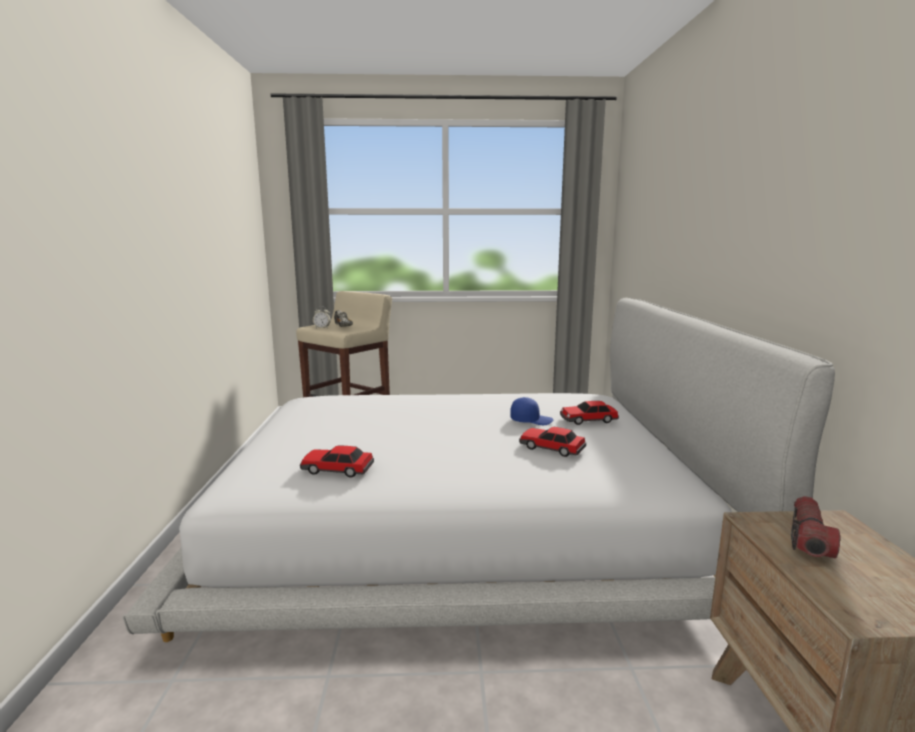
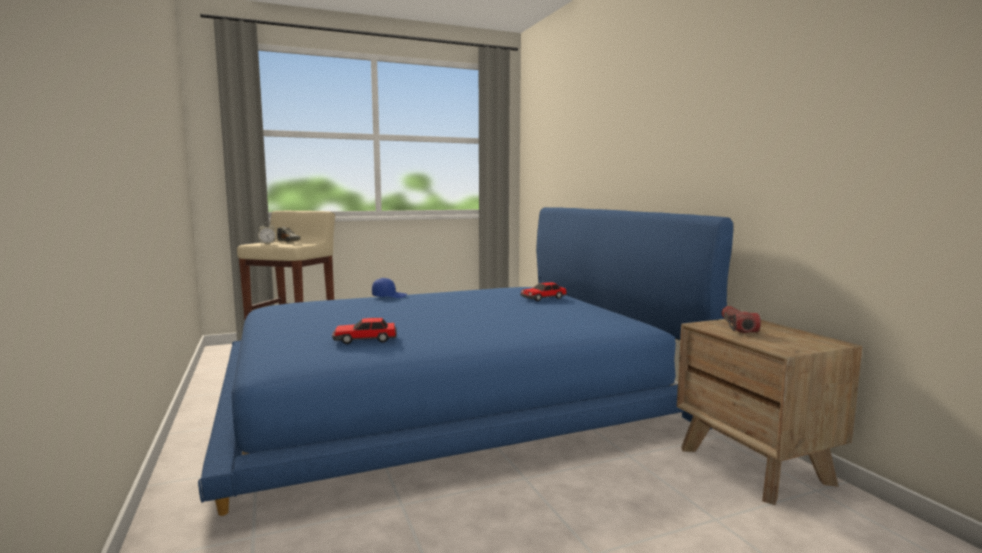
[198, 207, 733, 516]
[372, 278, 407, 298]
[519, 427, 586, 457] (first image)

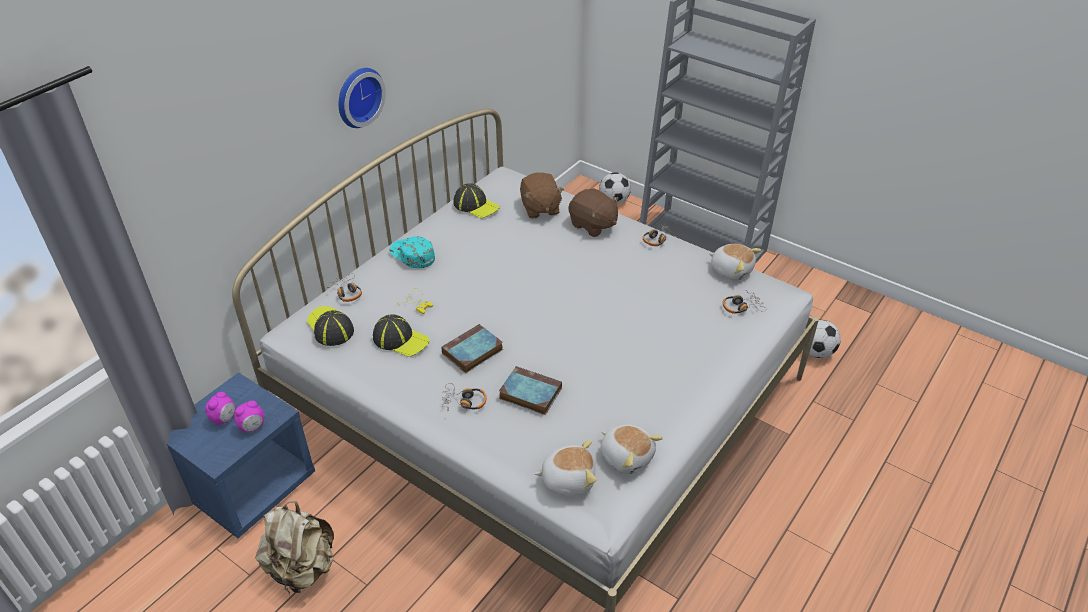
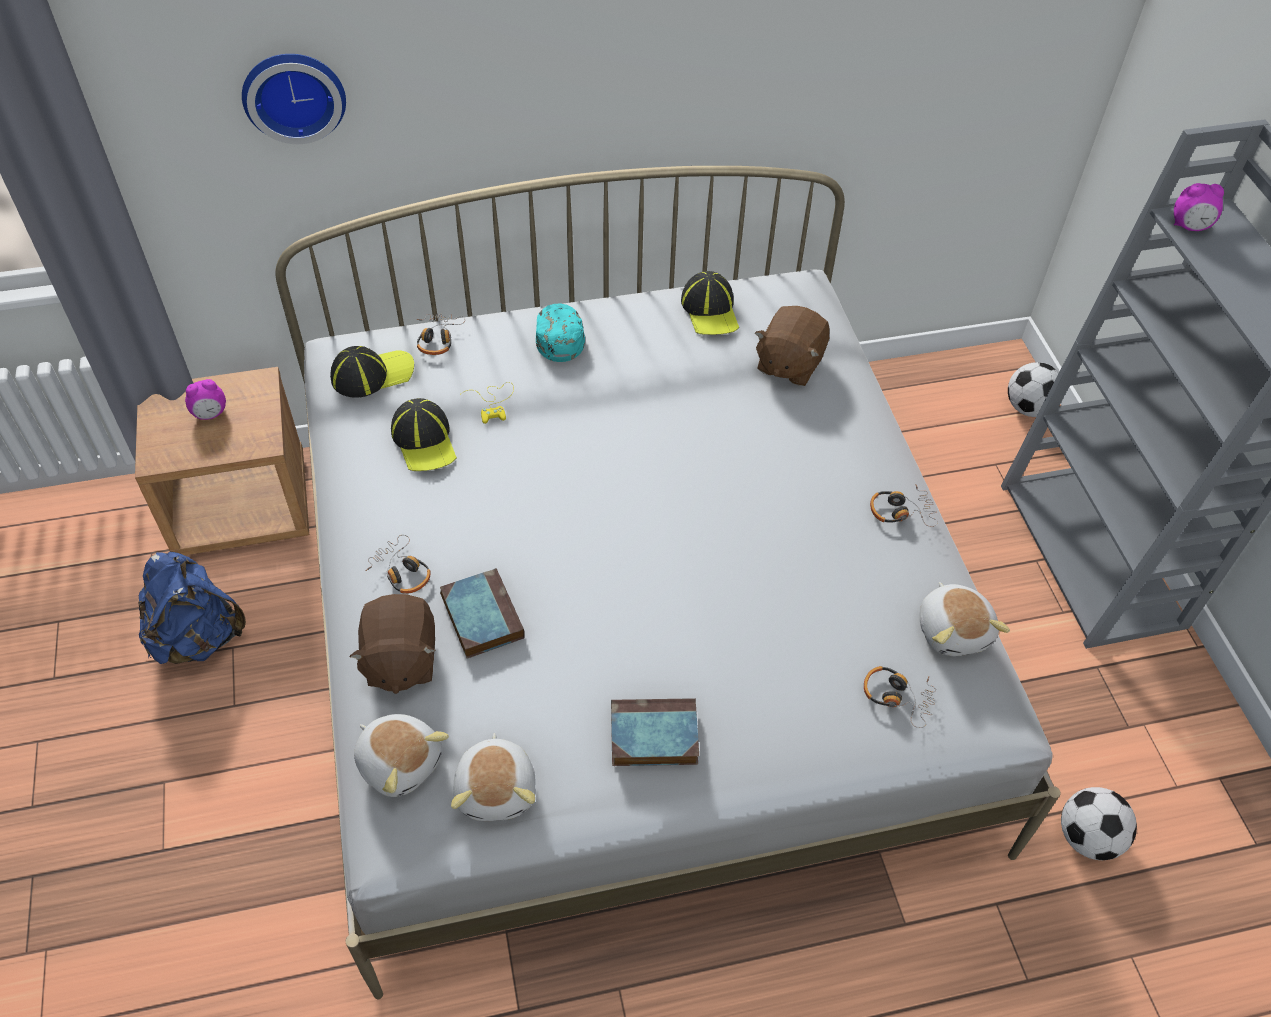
[135, 367, 309, 555]
[138, 551, 246, 664]
[242, 54, 346, 144]
[330, 346, 414, 398]
[349, 594, 436, 694]
[611, 698, 699, 766]
[1174, 183, 1224, 231]

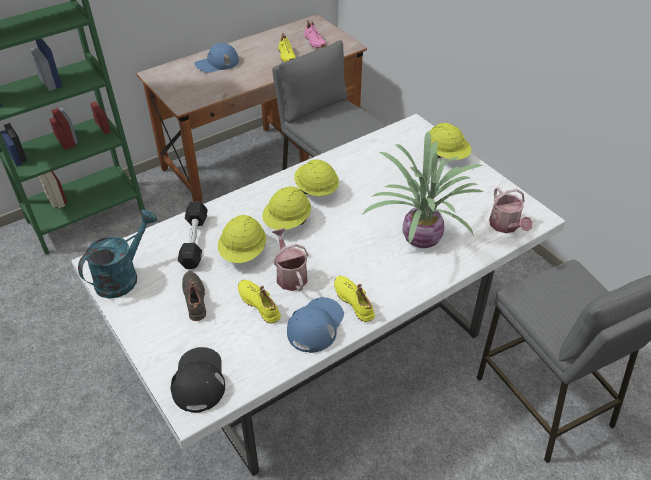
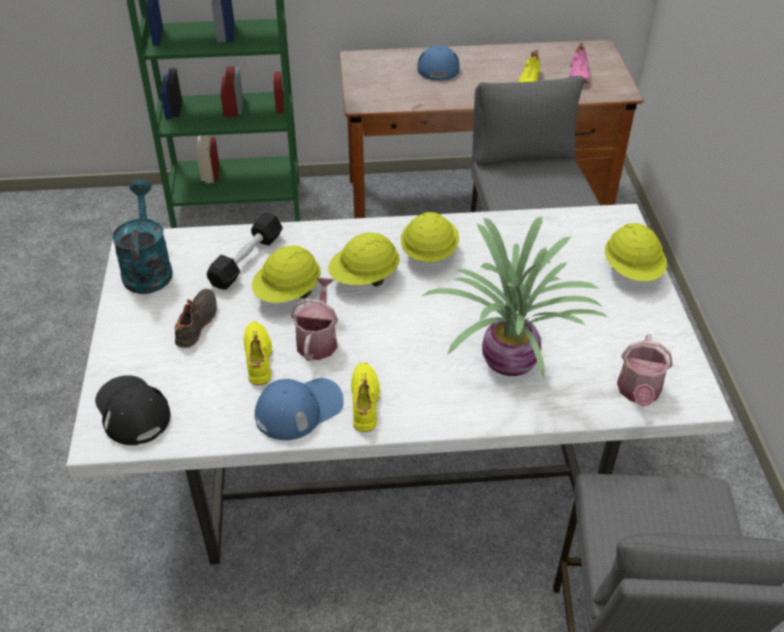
[95, 375, 170, 445]
[112, 180, 173, 294]
[417, 45, 460, 81]

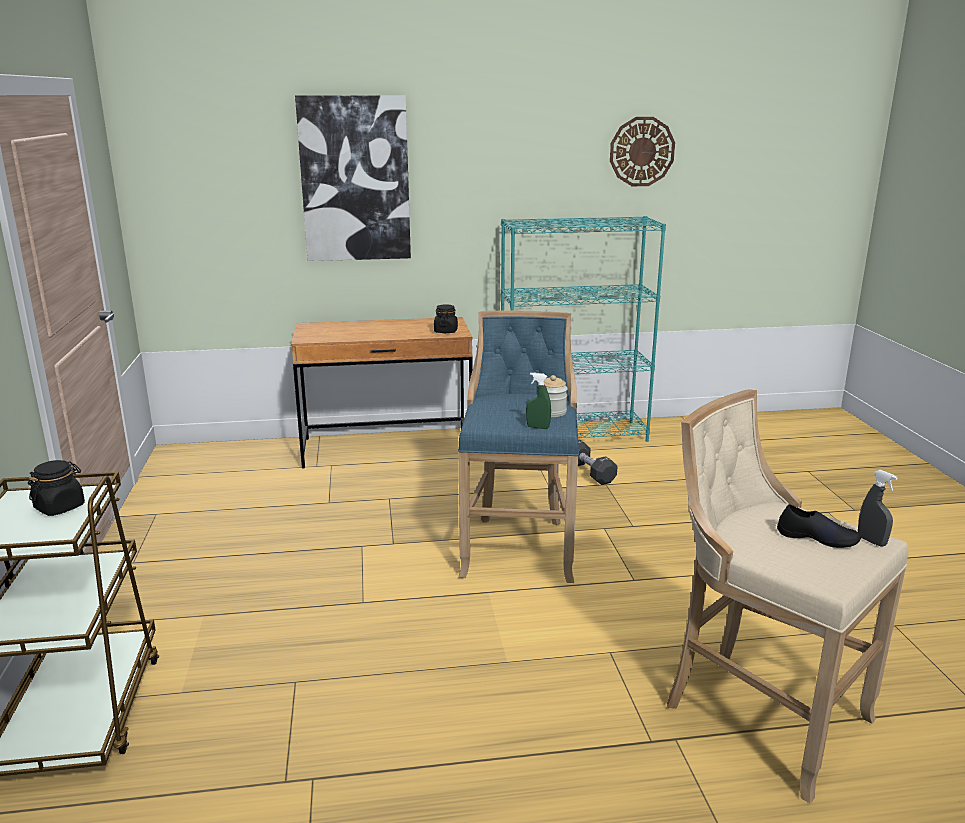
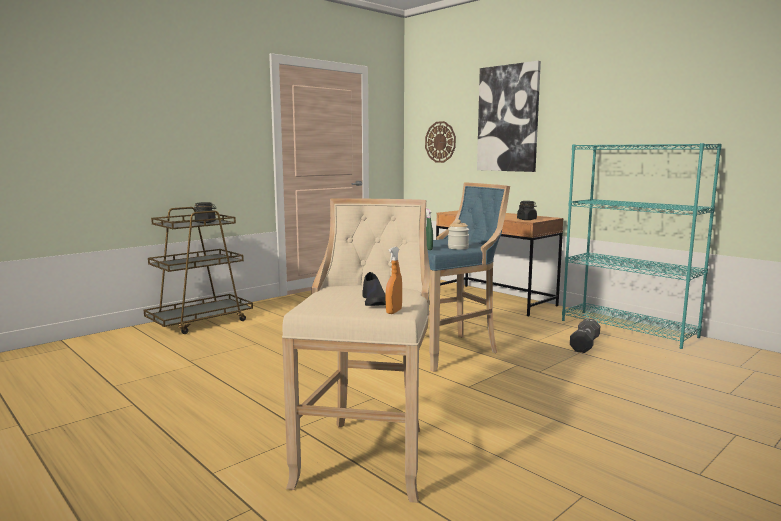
[386, 247, 402, 314]
[425, 121, 456, 163]

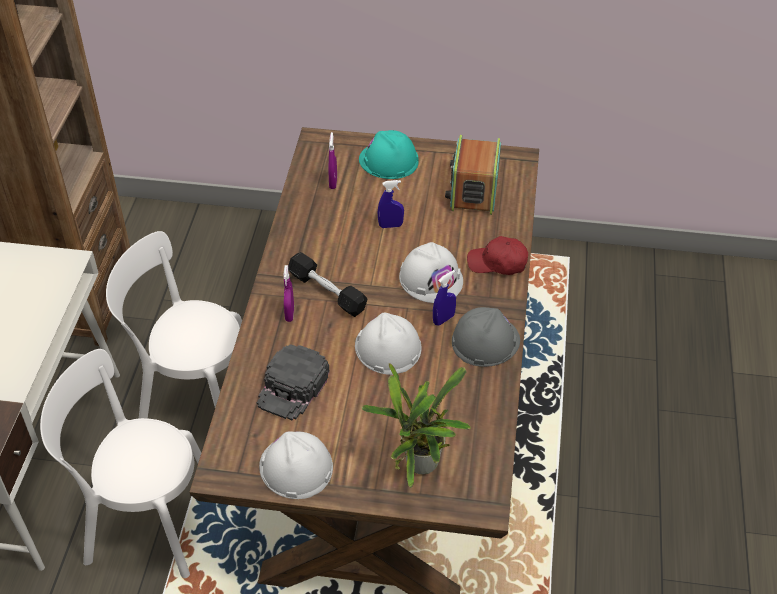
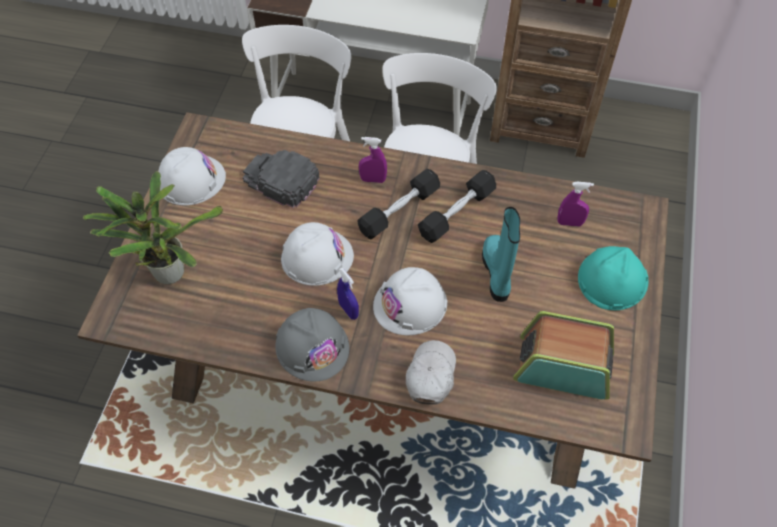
[406, 340, 456, 405]
[418, 170, 496, 243]
[482, 207, 520, 302]

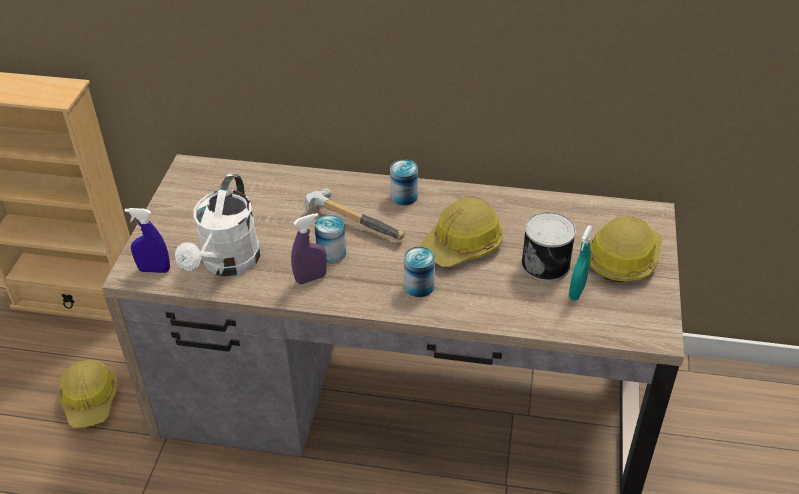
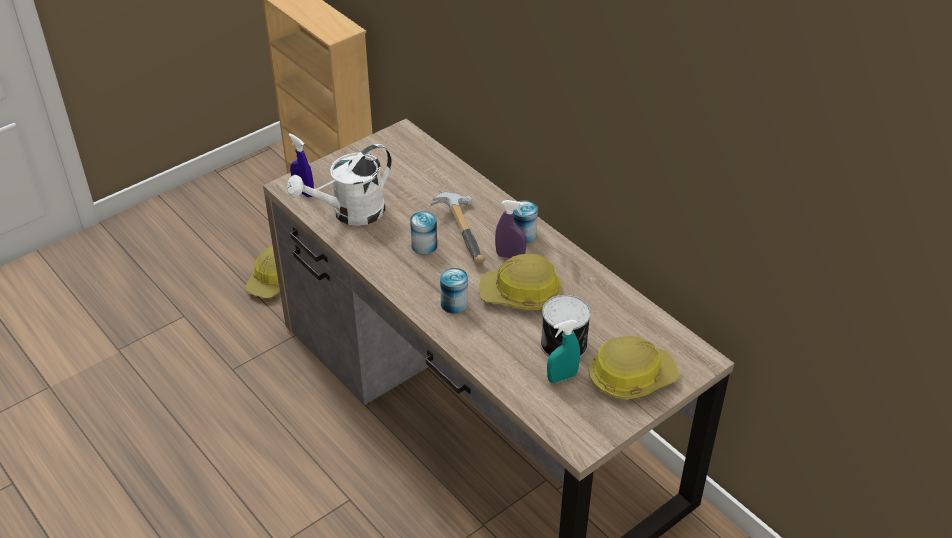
[495, 200, 527, 258]

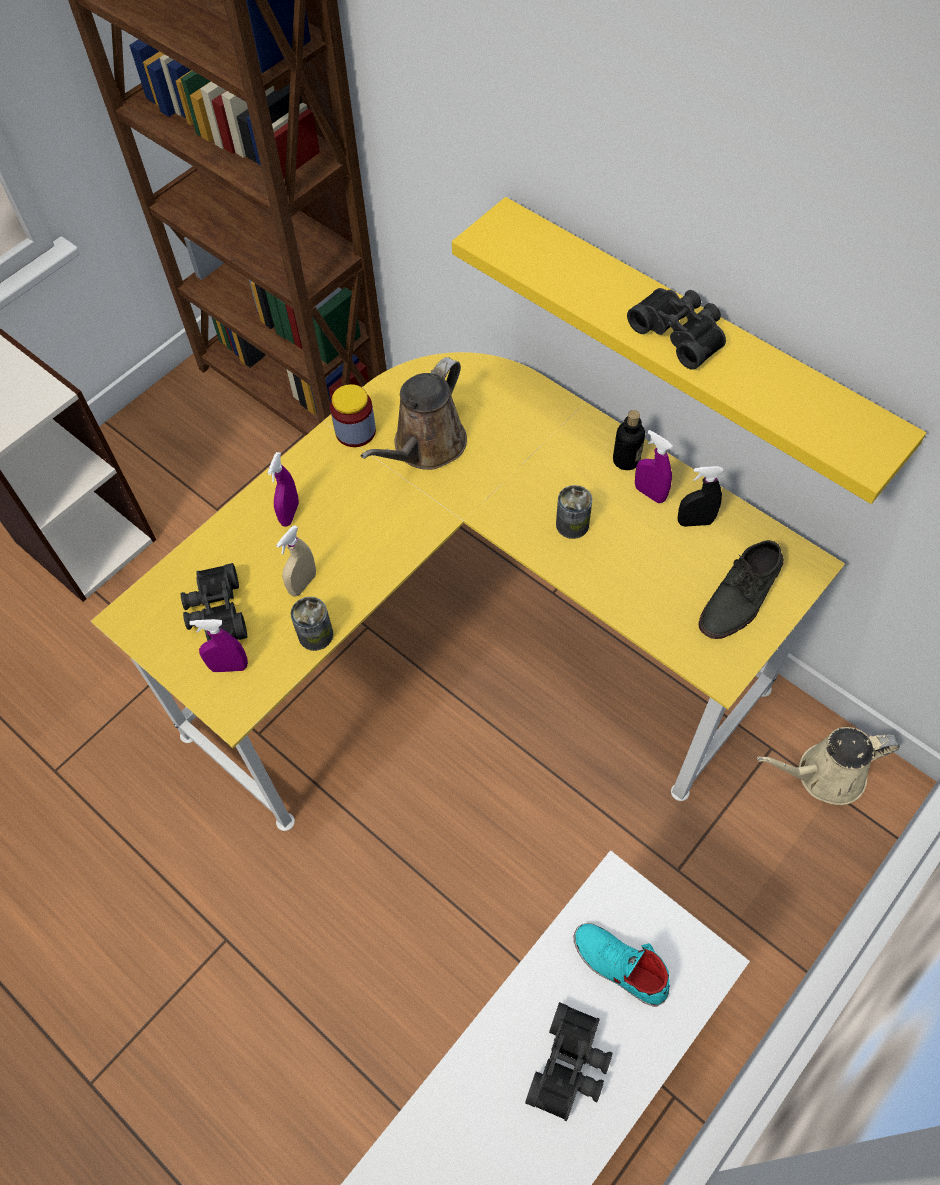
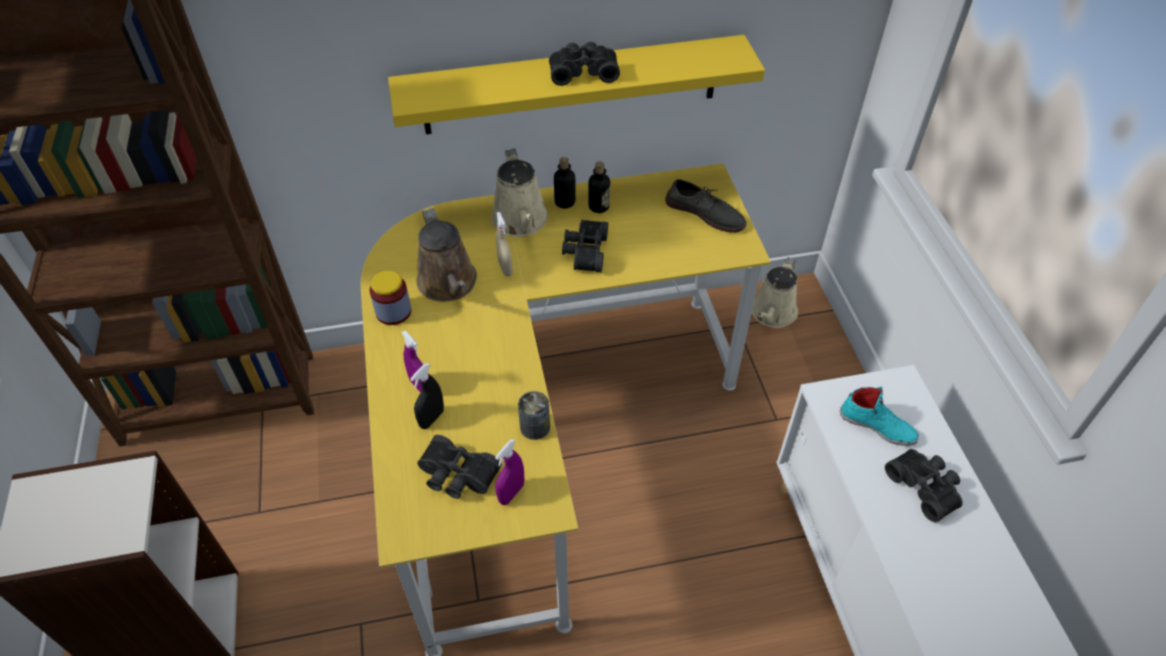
[410, 363, 444, 429]
[492, 148, 548, 237]
[496, 212, 513, 277]
[562, 220, 608, 272]
[588, 162, 610, 213]
[665, 179, 747, 233]
[840, 387, 919, 446]

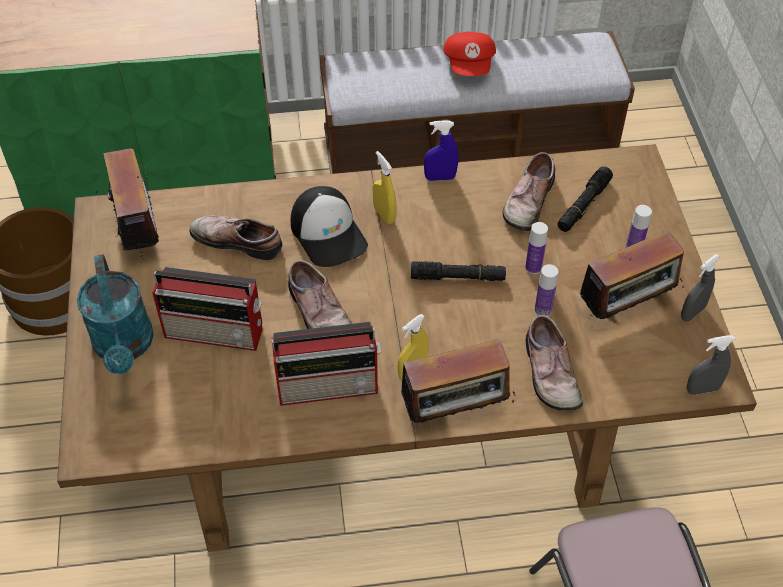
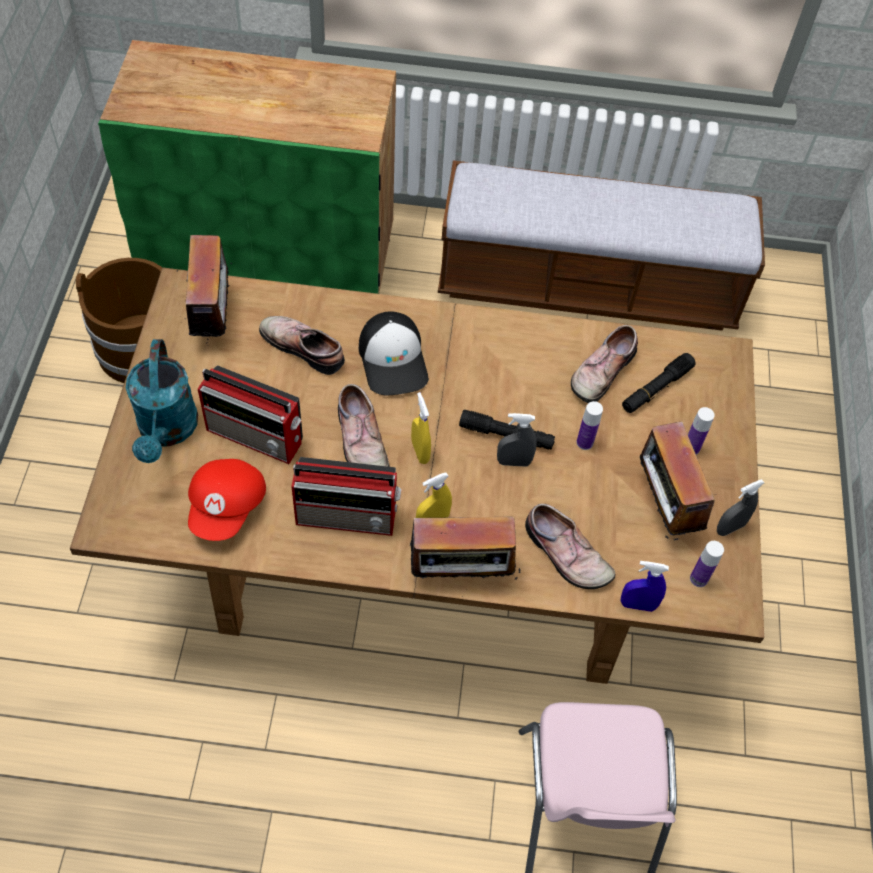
[188, 459, 266, 541]
[411, 392, 431, 464]
[497, 413, 537, 467]
[525, 504, 615, 589]
[621, 561, 669, 612]
[630, 422, 716, 540]
[690, 541, 724, 587]

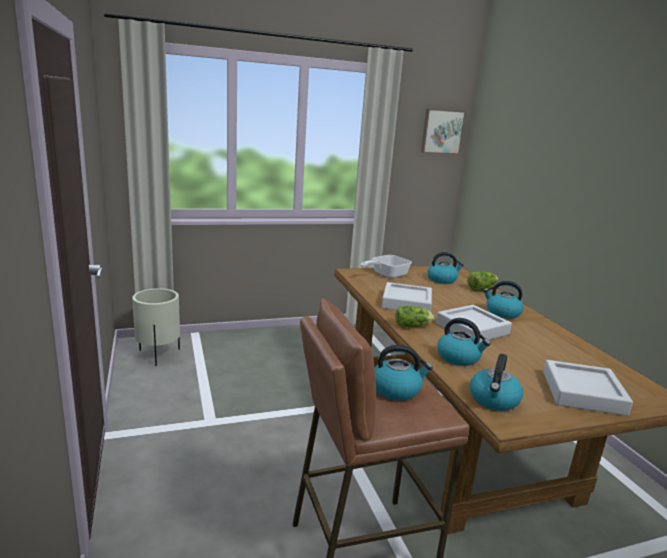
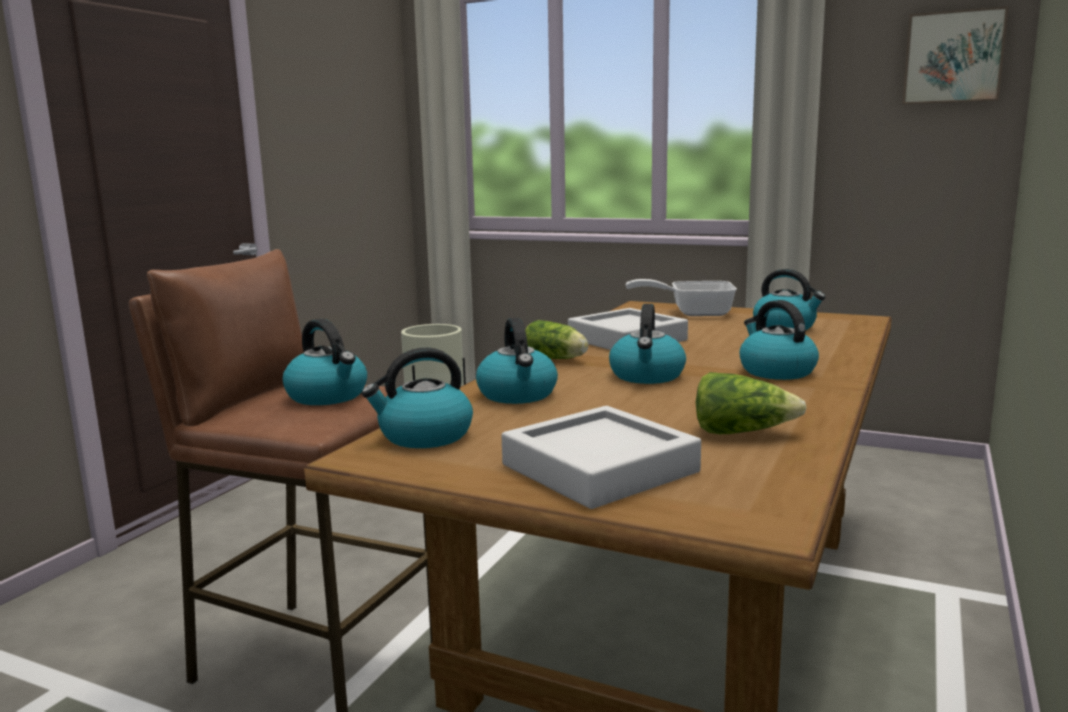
[609, 304, 686, 384]
[696, 372, 807, 434]

